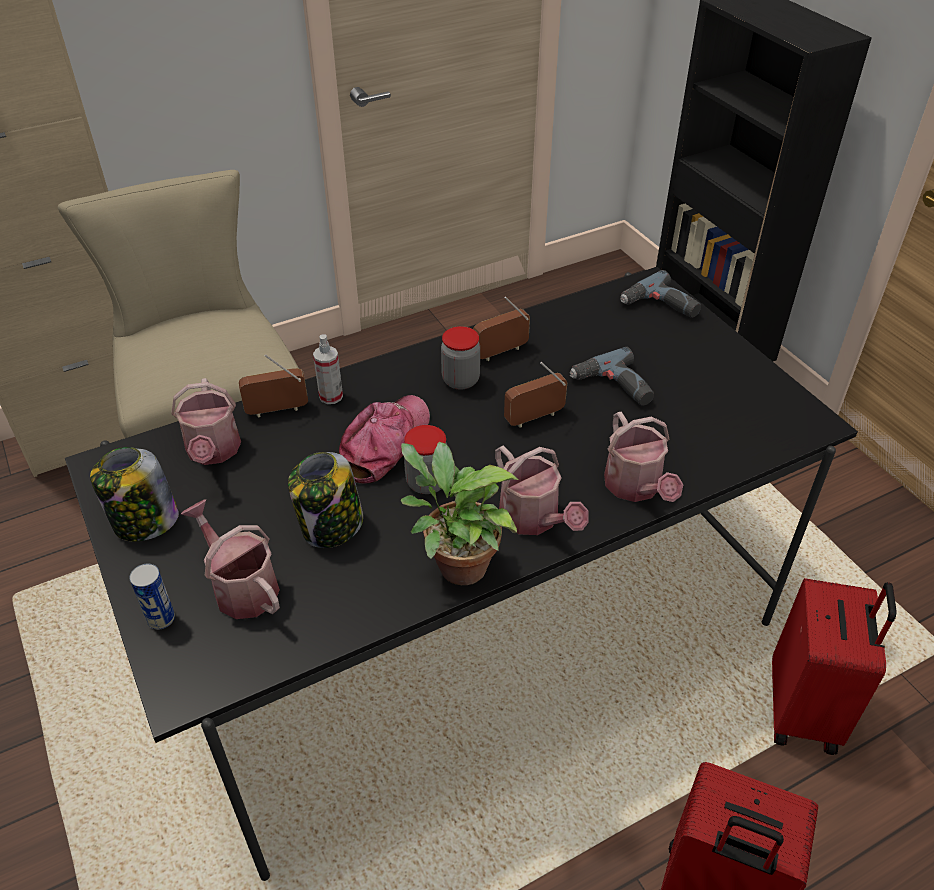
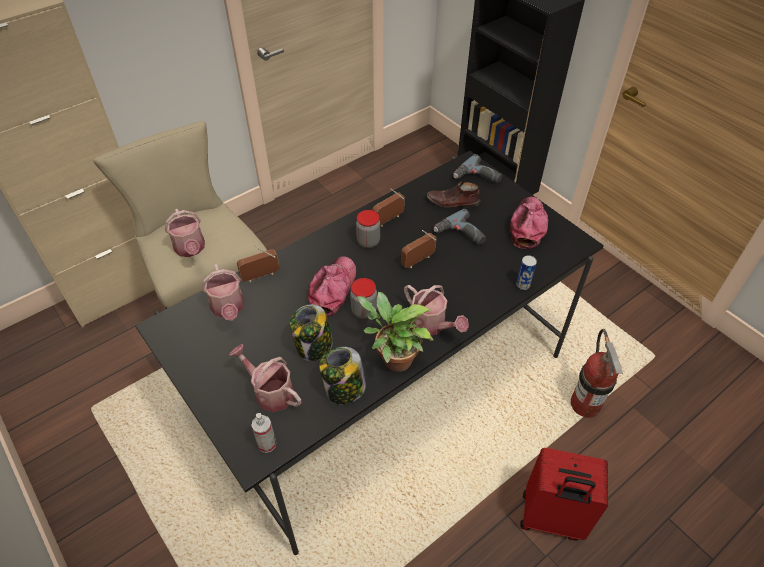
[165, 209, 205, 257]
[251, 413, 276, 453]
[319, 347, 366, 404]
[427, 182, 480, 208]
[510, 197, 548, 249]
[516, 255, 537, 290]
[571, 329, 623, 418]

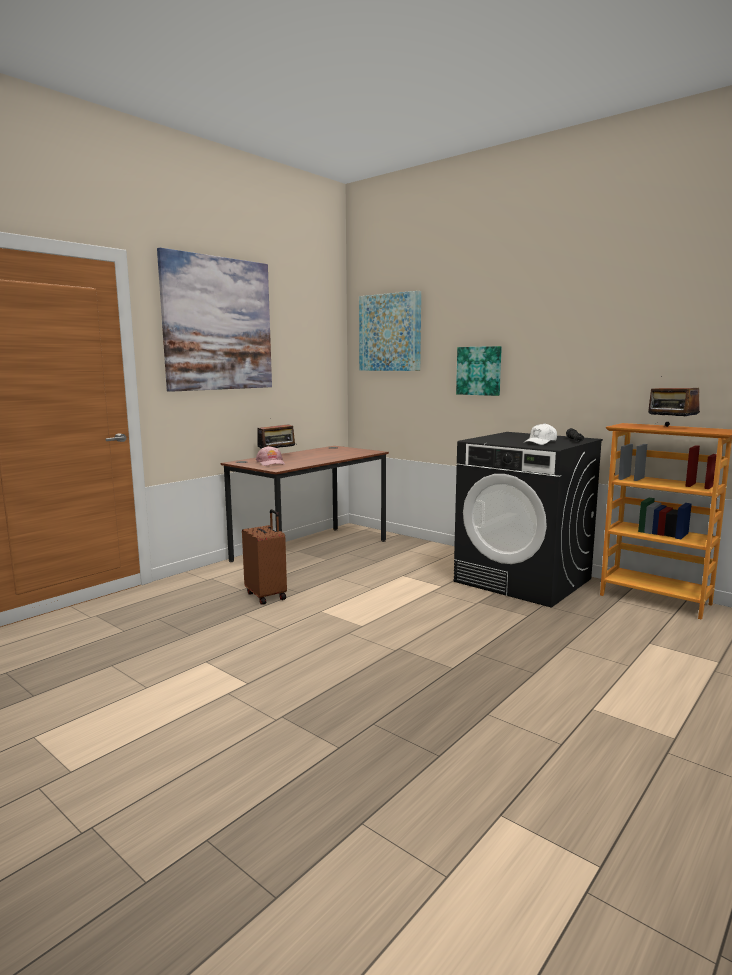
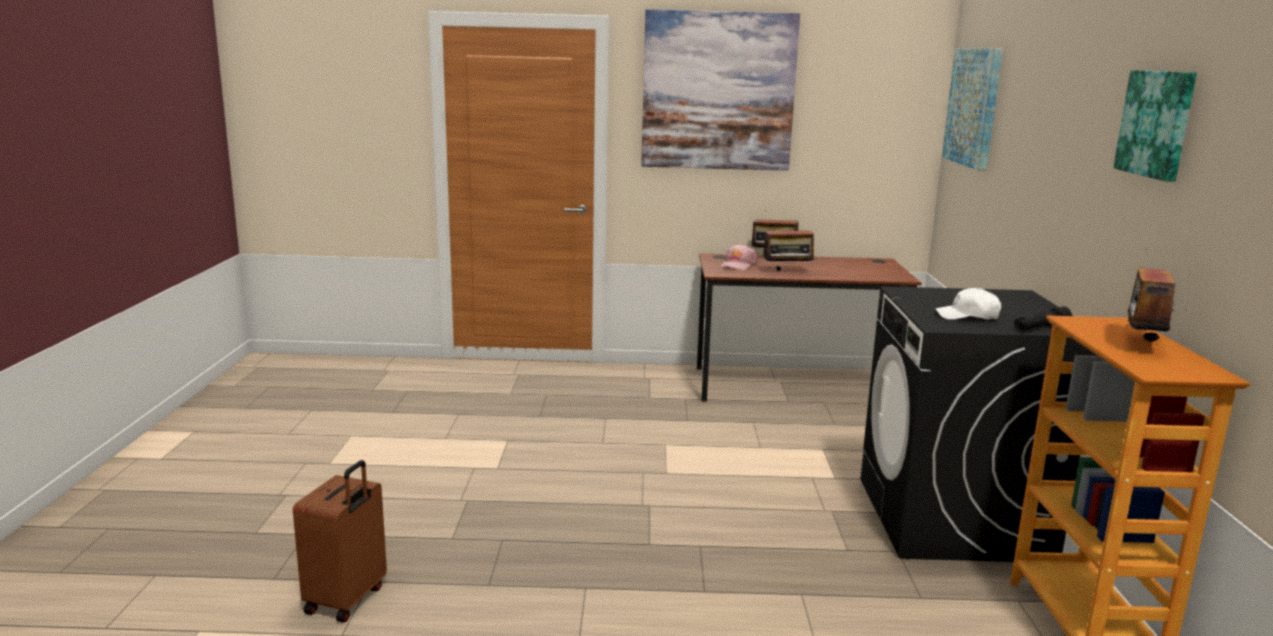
[293, 460, 387, 622]
[760, 221, 816, 271]
[1113, 70, 1197, 182]

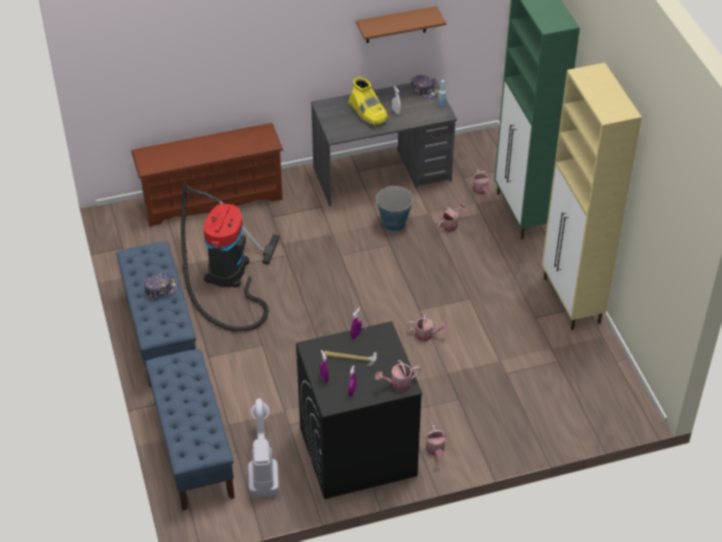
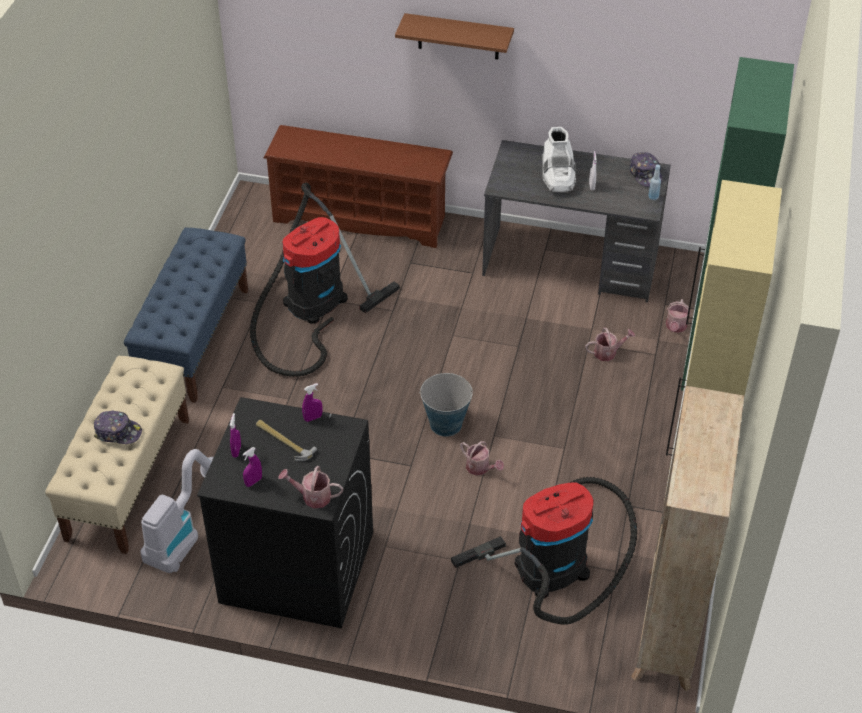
[45, 356, 189, 554]
[94, 411, 142, 444]
[395, 13, 514, 60]
[419, 373, 473, 437]
[451, 477, 637, 625]
[542, 127, 577, 192]
[631, 386, 744, 691]
[426, 425, 447, 459] (first image)

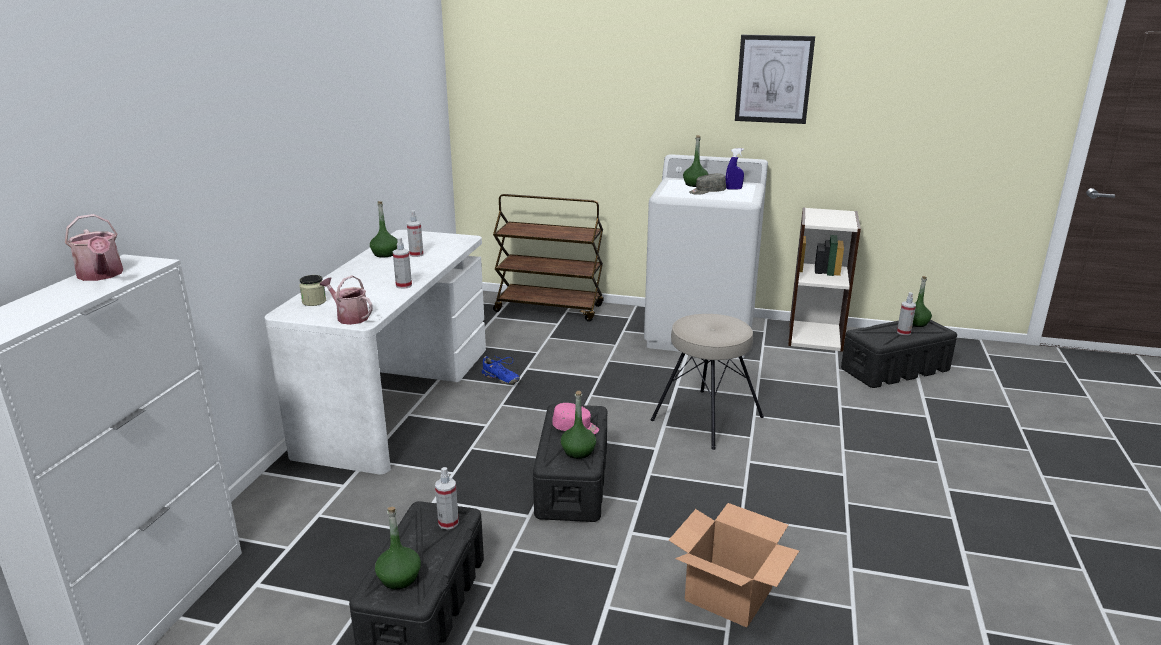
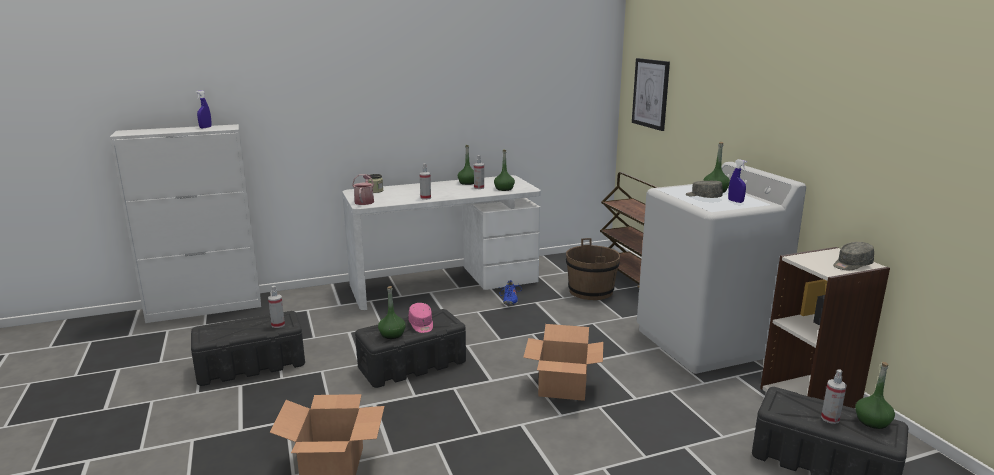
[196, 90, 212, 128]
[494, 150, 515, 191]
[523, 324, 603, 401]
[566, 238, 620, 300]
[632, 58, 670, 131]
[833, 242, 874, 270]

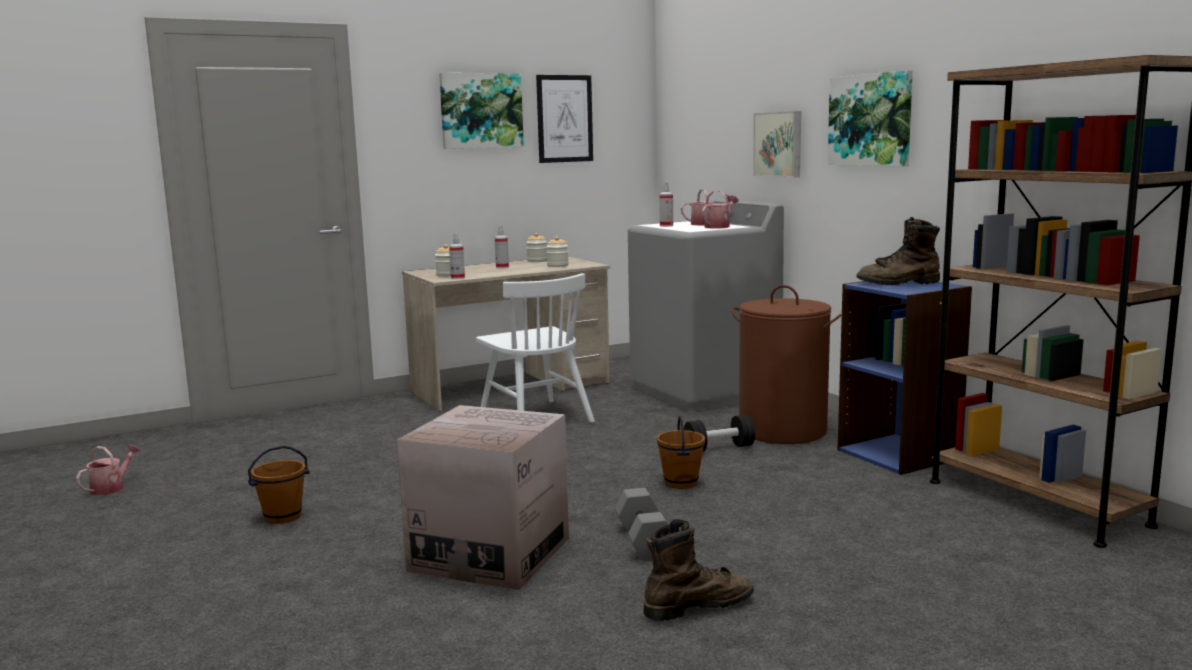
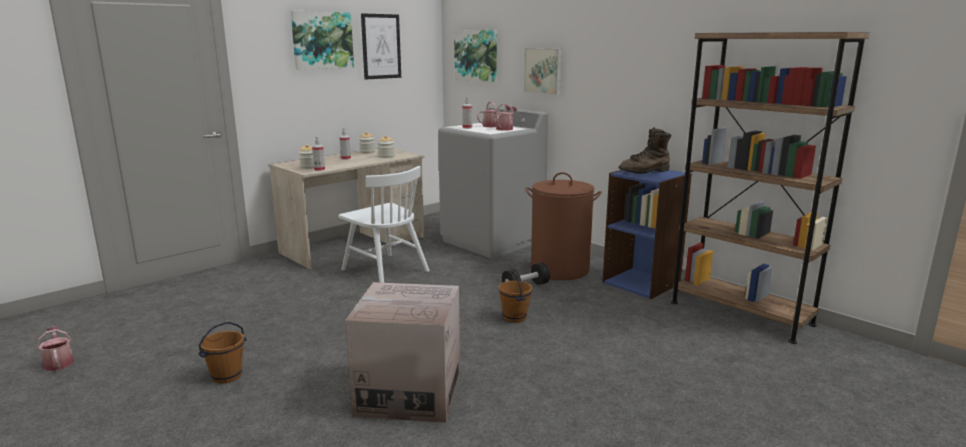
[37, 326, 74, 371]
[454, 30, 497, 83]
[615, 488, 669, 562] (first image)
[643, 519, 754, 621] (first image)

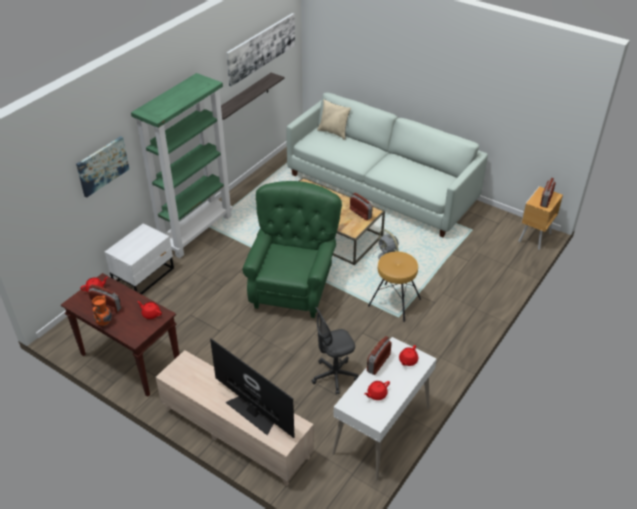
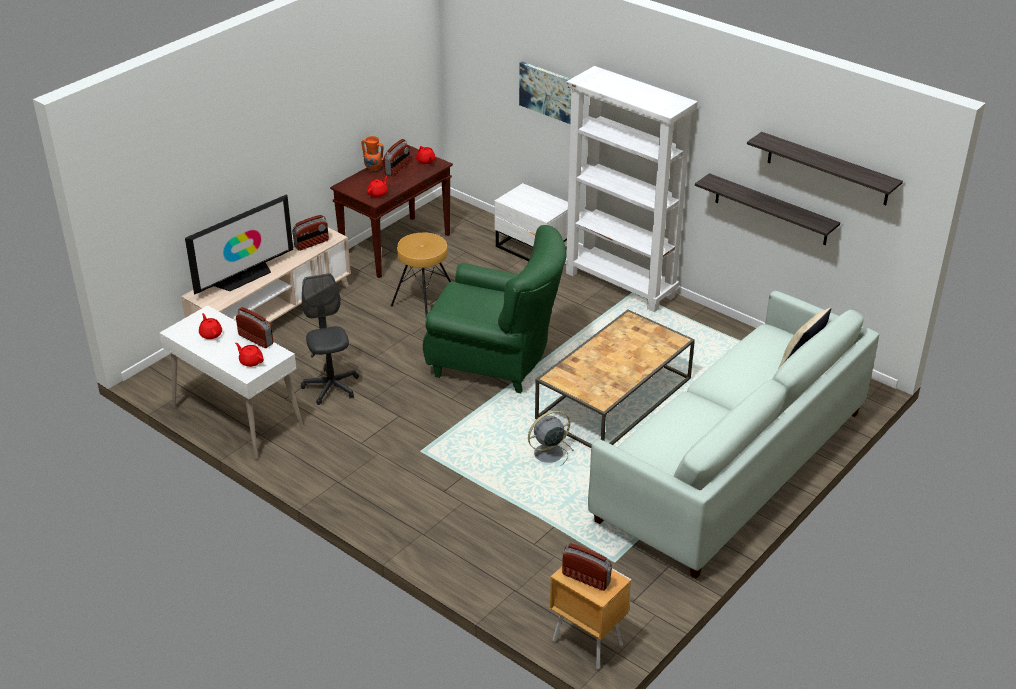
[292, 215, 329, 251]
[391, 232, 451, 316]
[565, 66, 698, 312]
[747, 132, 903, 205]

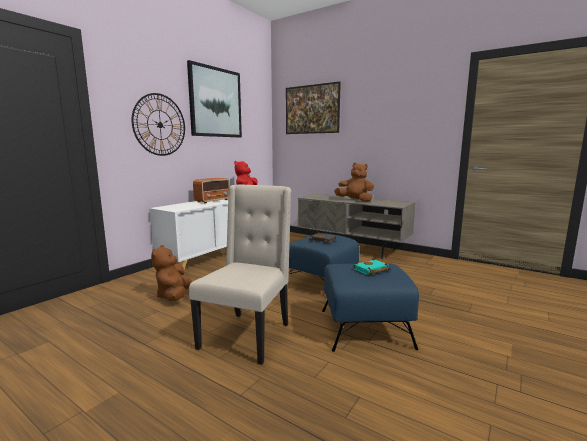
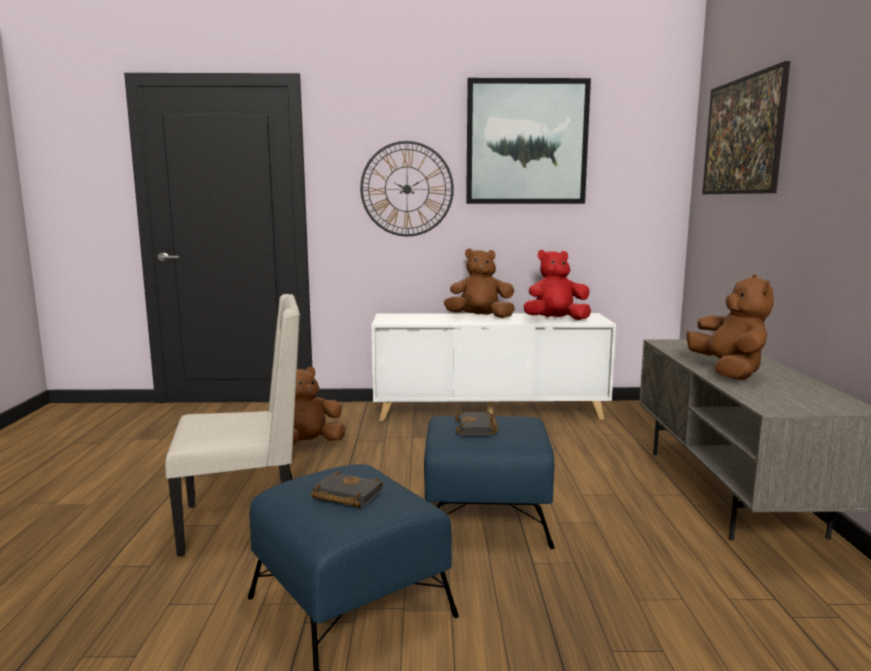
[311, 471, 383, 508]
[444, 248, 515, 318]

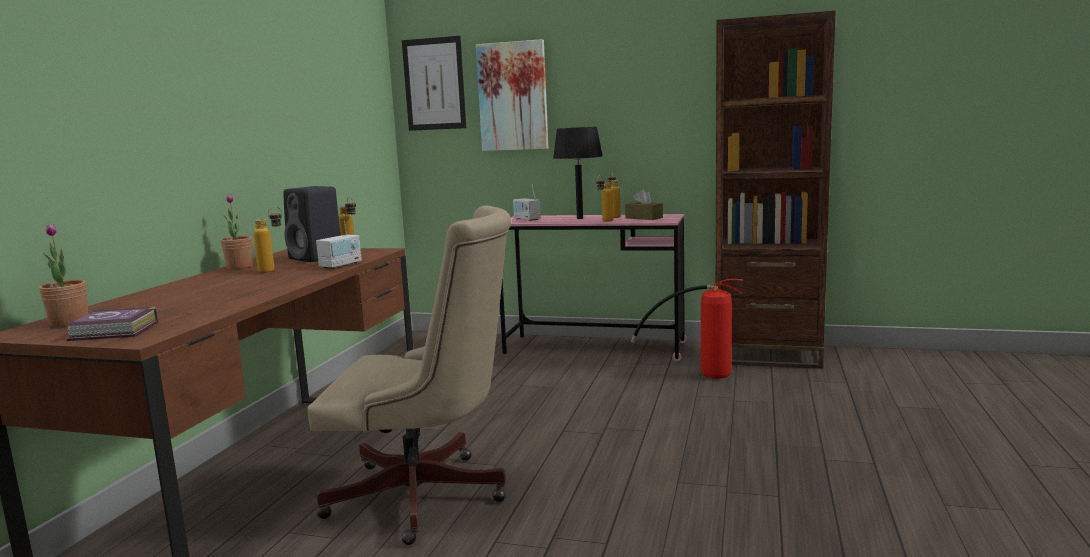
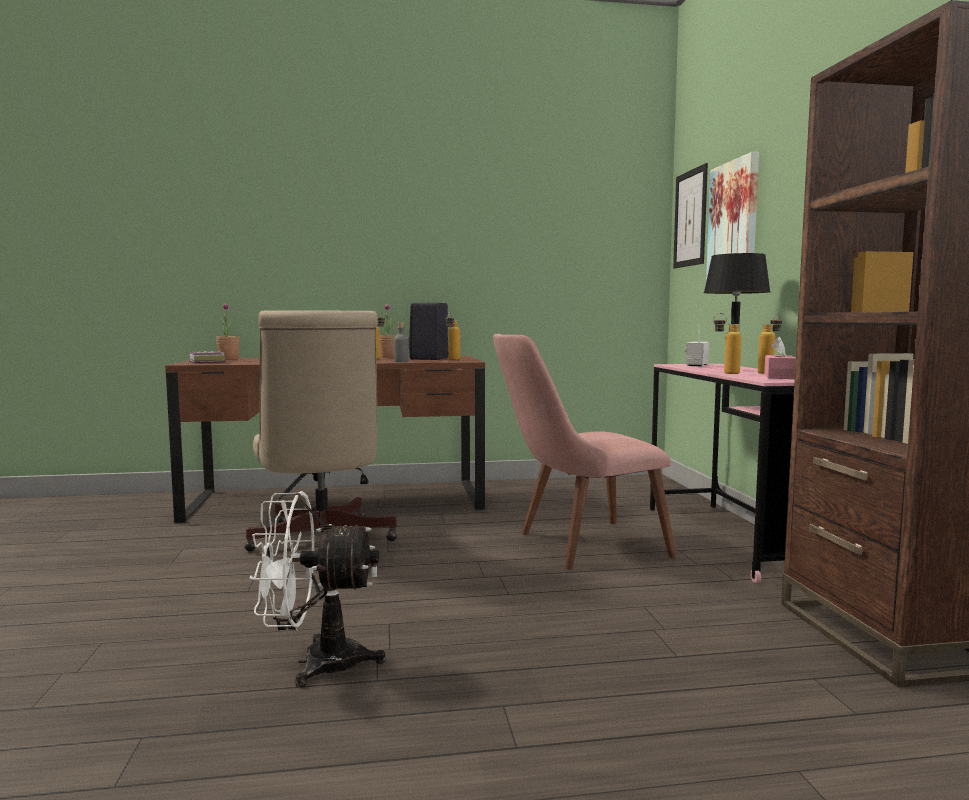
[250, 491, 386, 687]
[394, 322, 409, 362]
[493, 334, 676, 570]
[764, 337, 796, 379]
[631, 279, 743, 379] (first image)

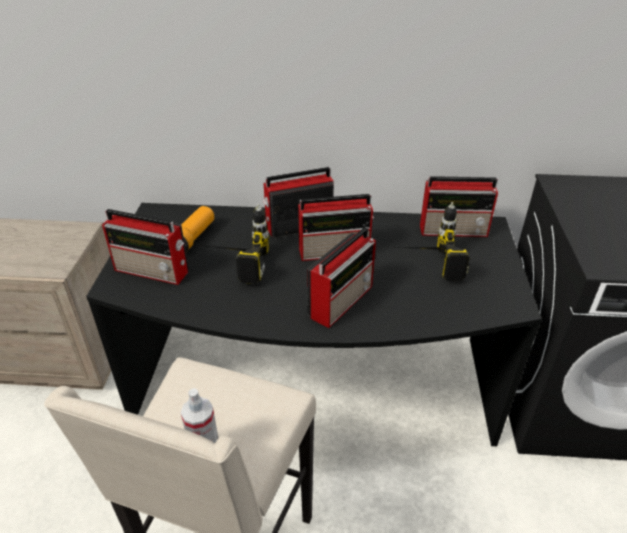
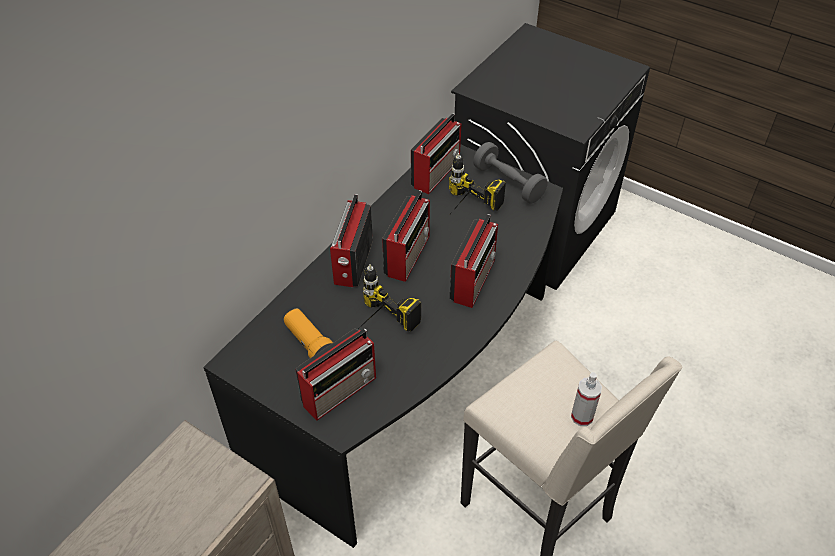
[450, 214, 498, 308]
[473, 142, 548, 203]

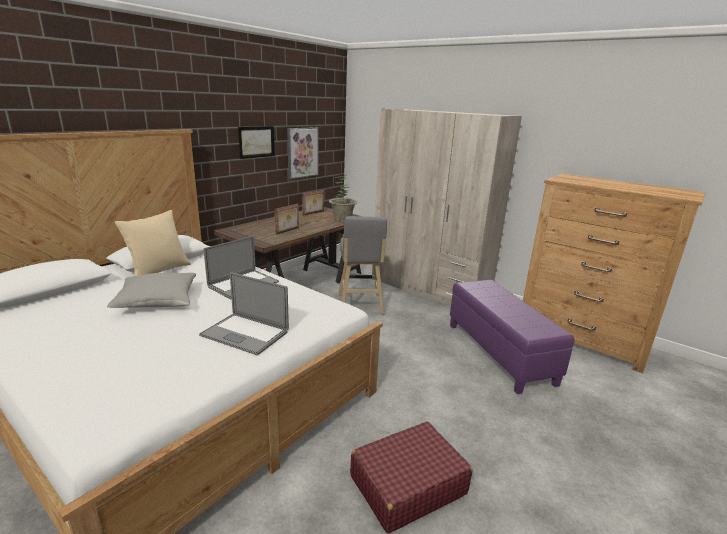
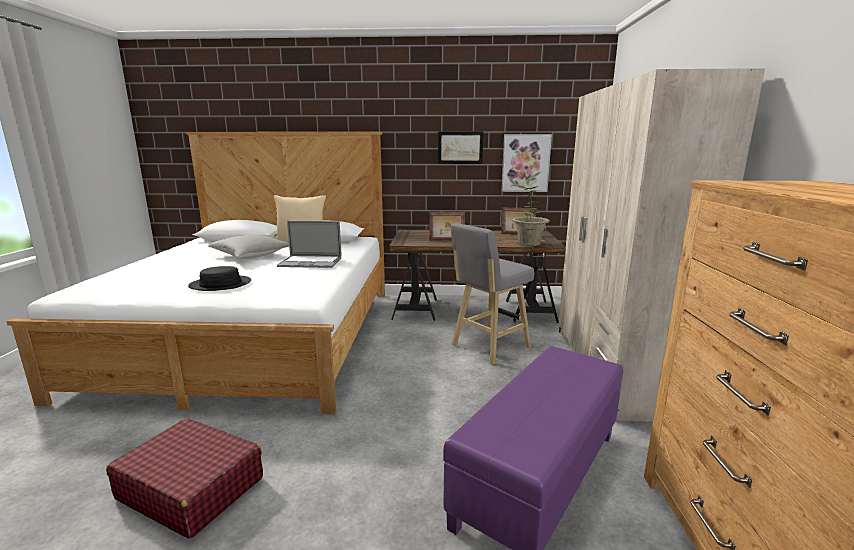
[188, 266, 251, 291]

